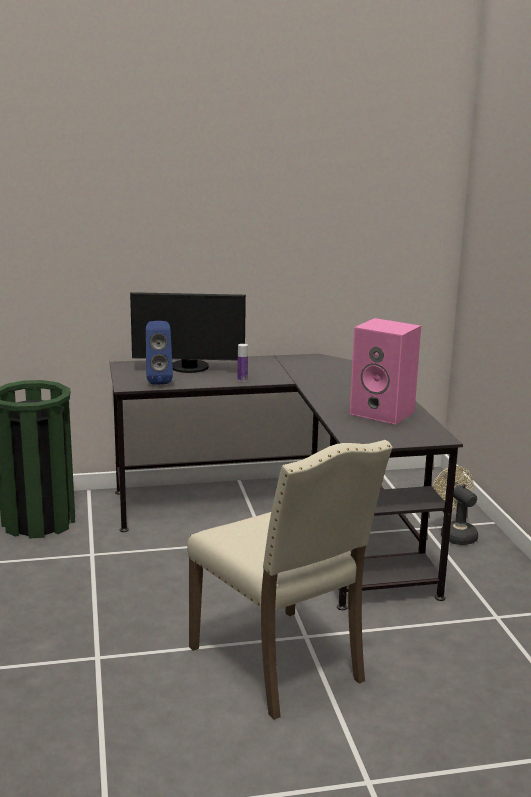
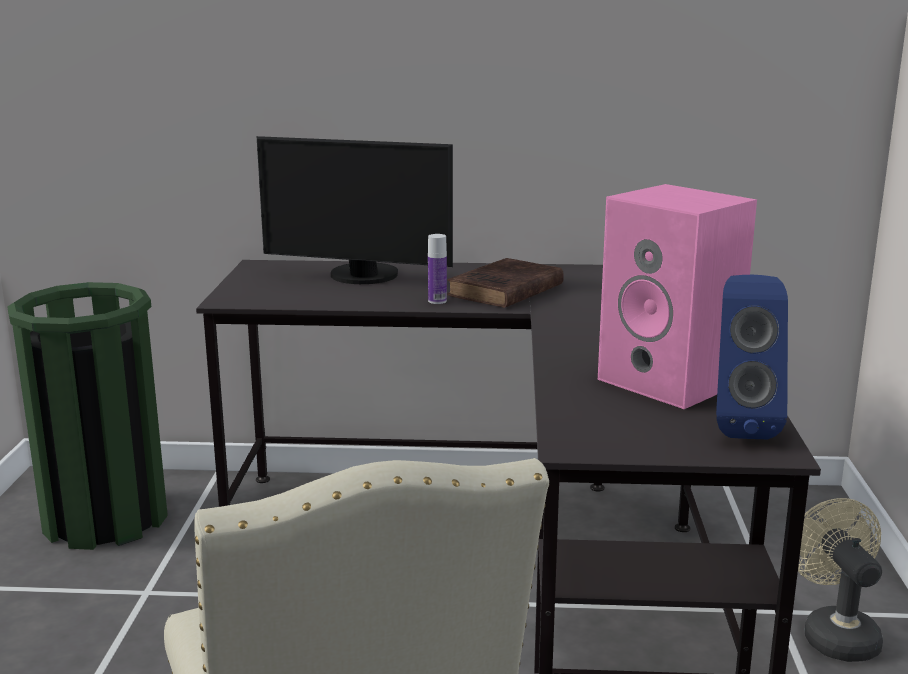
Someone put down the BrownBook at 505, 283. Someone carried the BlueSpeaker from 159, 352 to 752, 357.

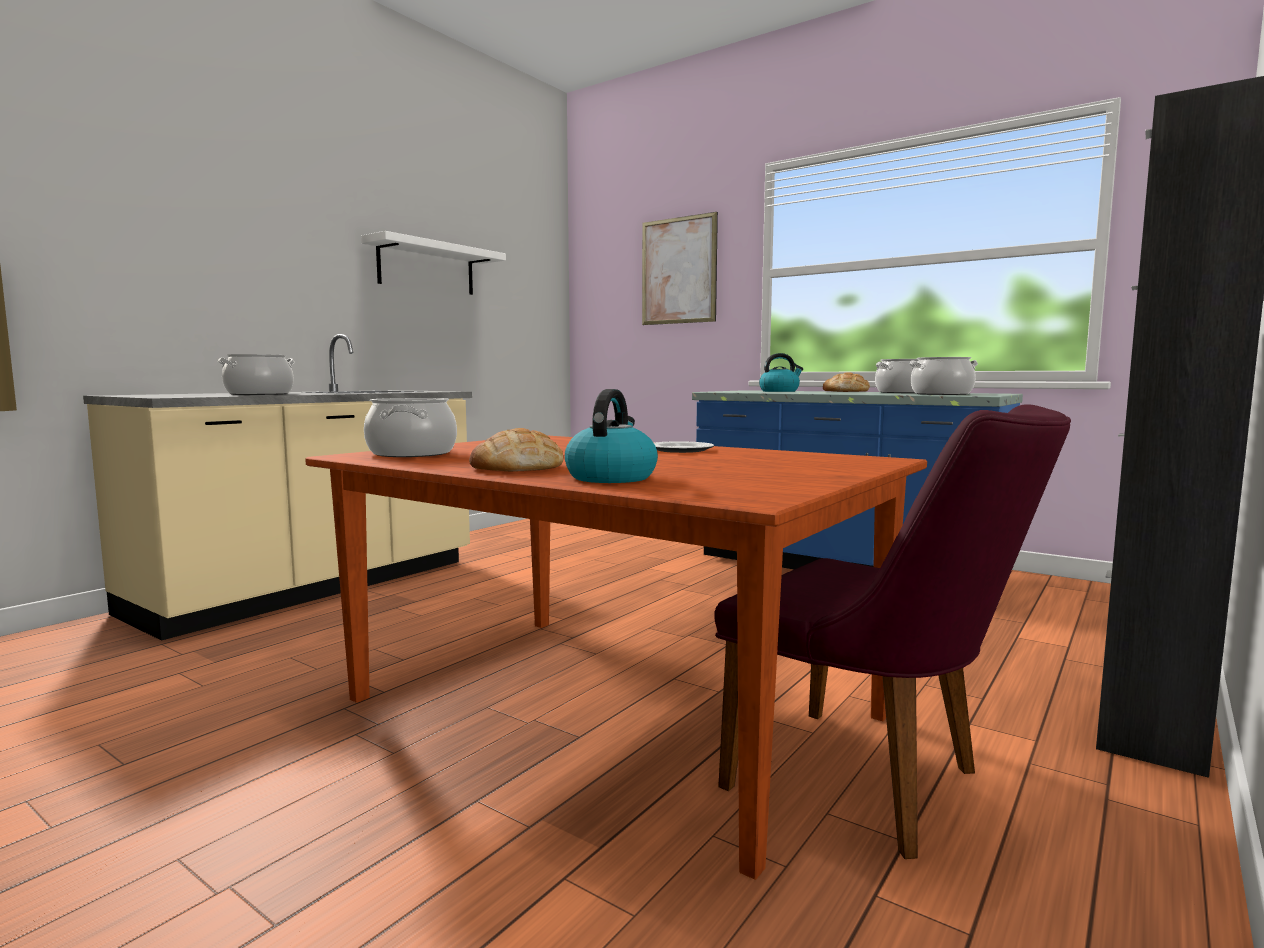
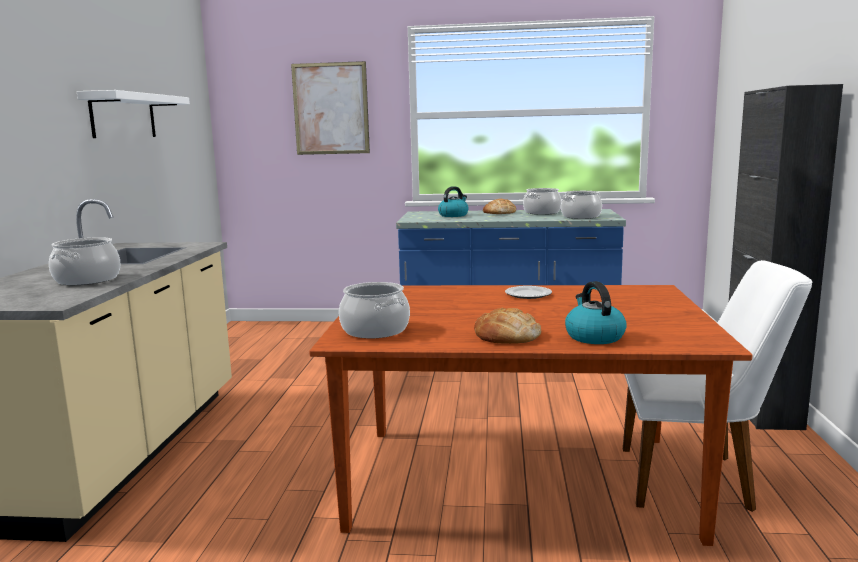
Someone repainted the PurpleChair at 892, 631, which became the WhiteChair at 717, 386.

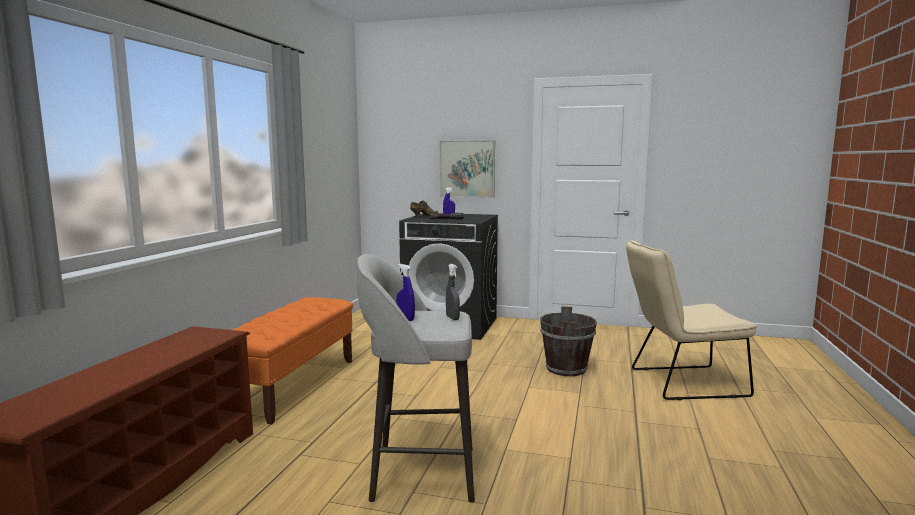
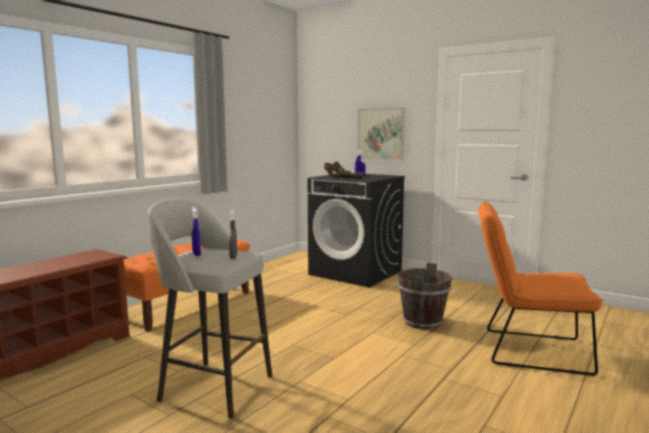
Someone repainted the BeigeChair at 691, 319, which became the OrangeChair at 540, 288.

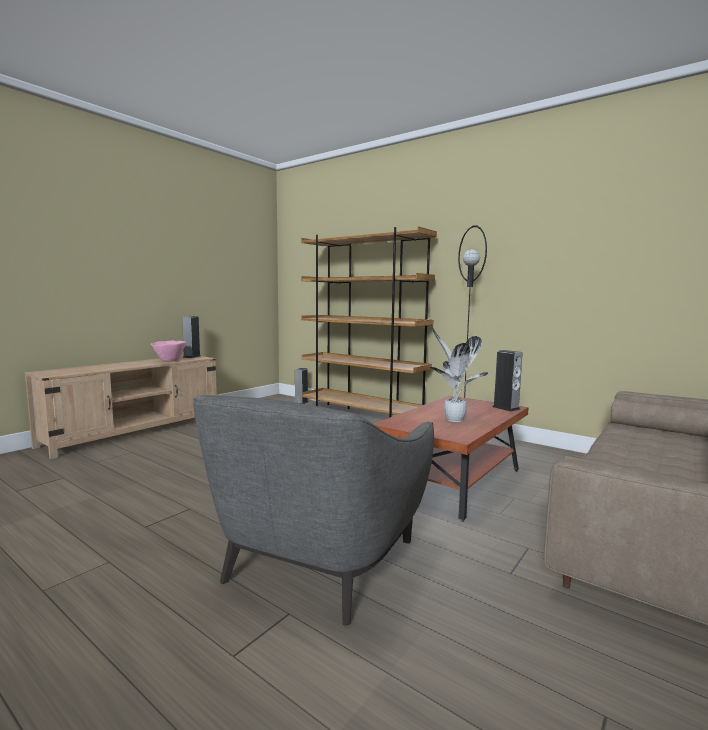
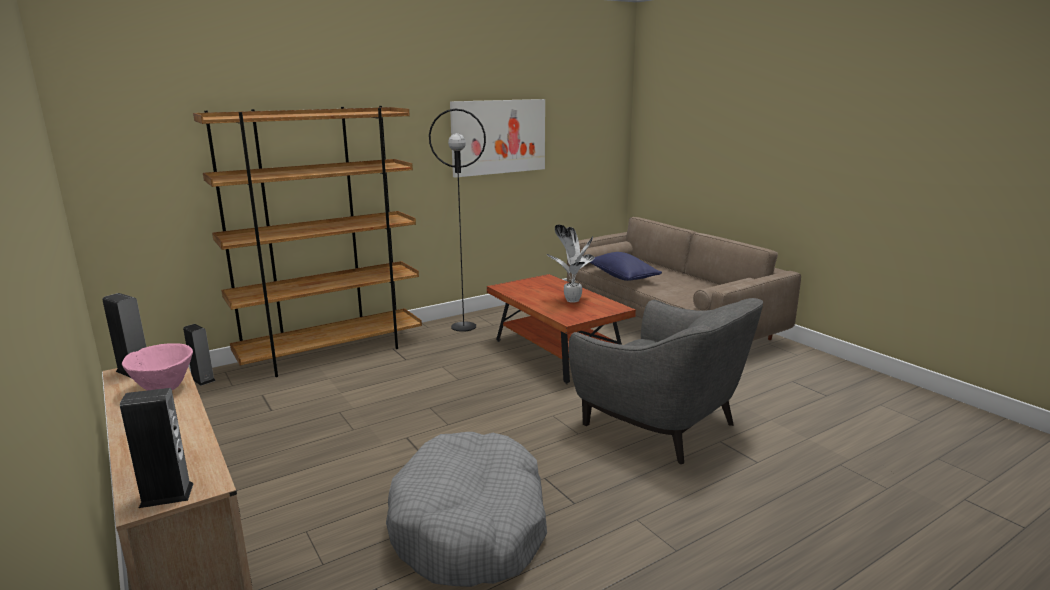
Someone carried the Speaker from 507, 381 to 157, 448. Someone put down the GreyDogBed at 466, 509. Someone put up the Picture at 497, 138. Someone put down the BluePillow at 625, 266.

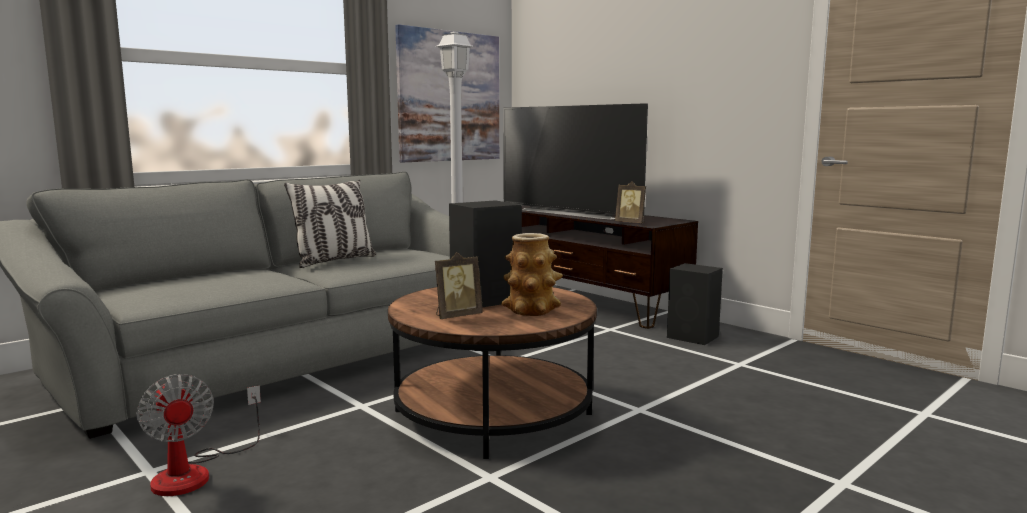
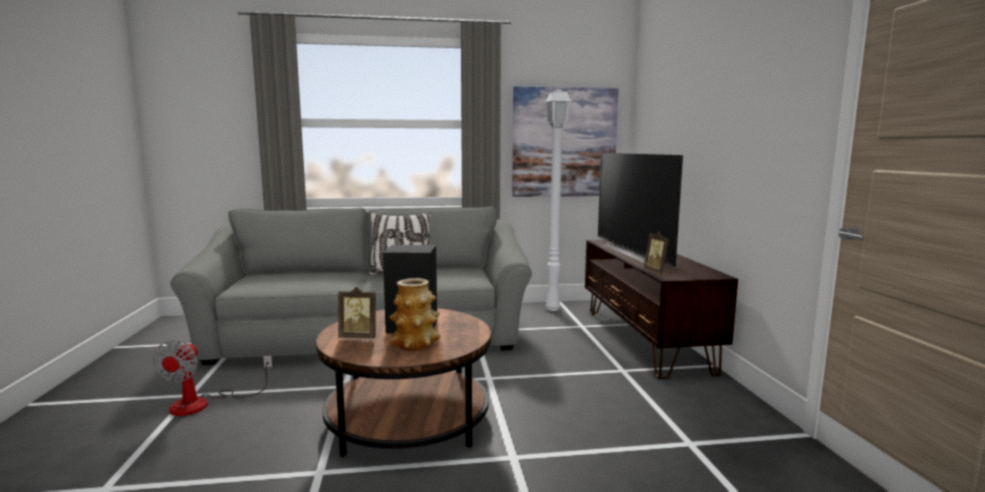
Someone took away the BlackSpeaker at 695, 304.

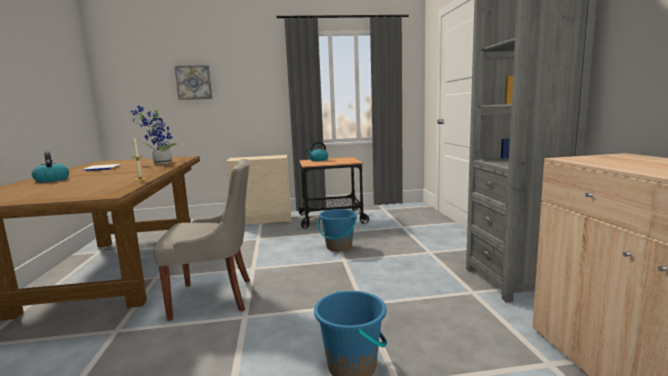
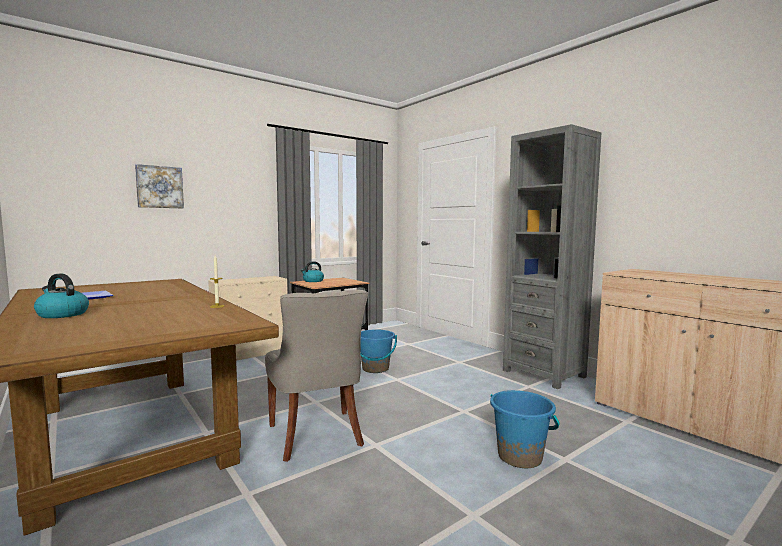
Someone rotated the GreyChair at 201, 240 by 105 degrees clockwise. Someone took away the PottedPlant at 154, 135.

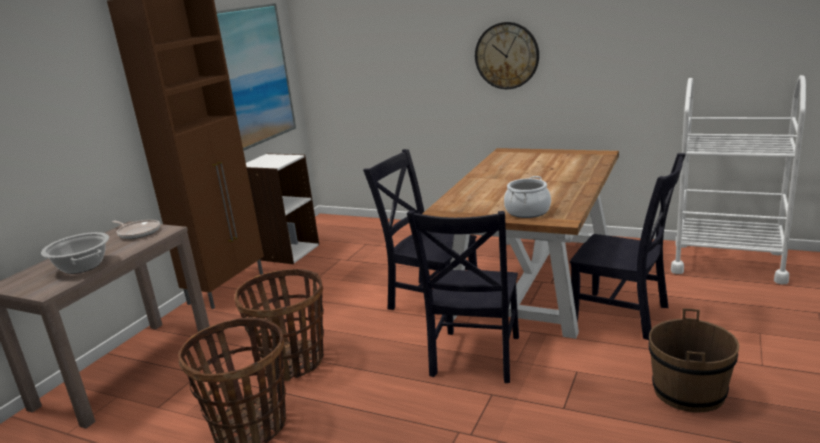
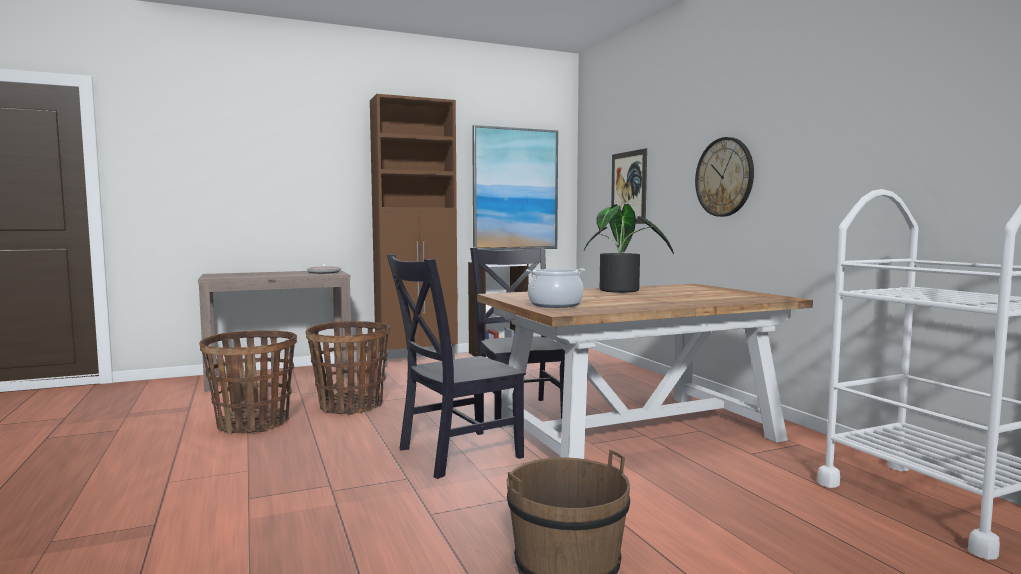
Someone put down the PottedPlant at 629, 248. Someone put up the Picture at 629, 186. Someone took away the CookingPot at 75, 253. Someone took away the BlackChair at 628, 246.

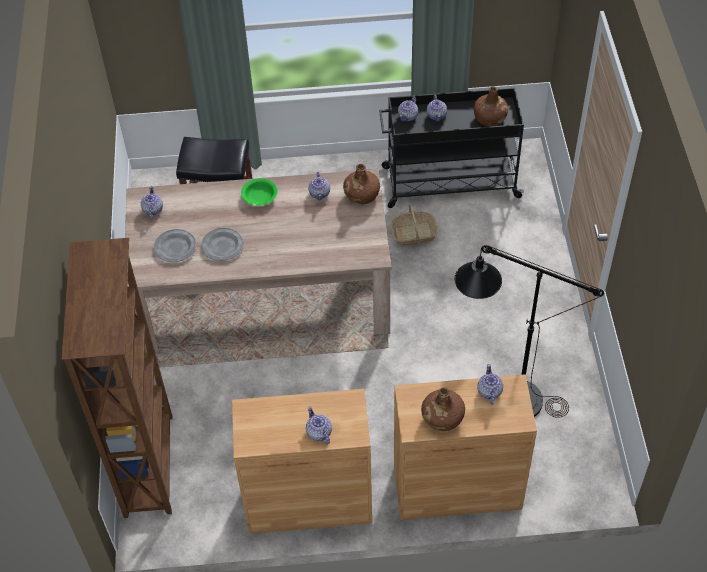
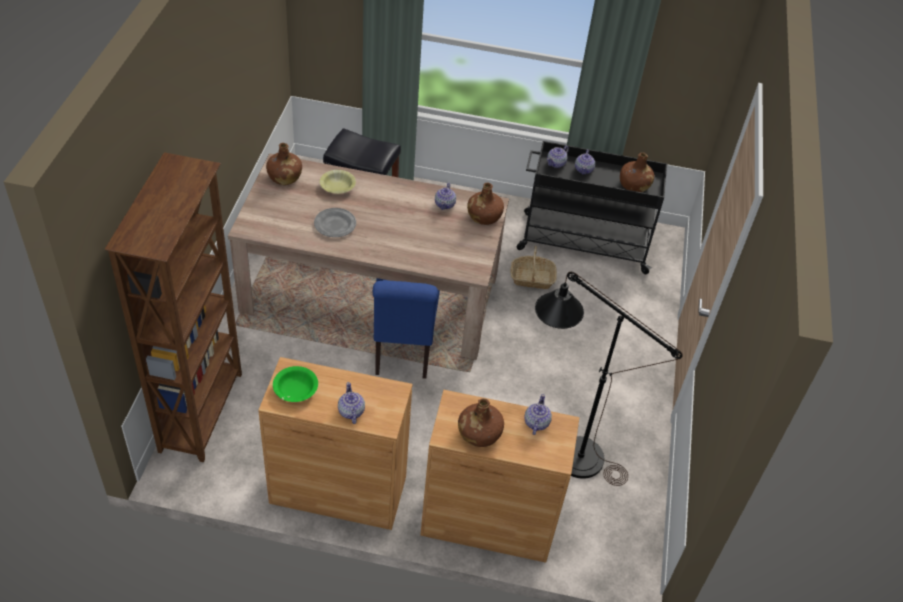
Someone swapped the Teapot at 152, 202 for the BrownBottle at 284, 164. Someone carried the GreenBowl from 259, 192 to 295, 384. Someone put down the YellowBowl at 338, 182. Someone put down the BlueChair at 406, 328. Someone took away the GreyPlate at 175, 245.

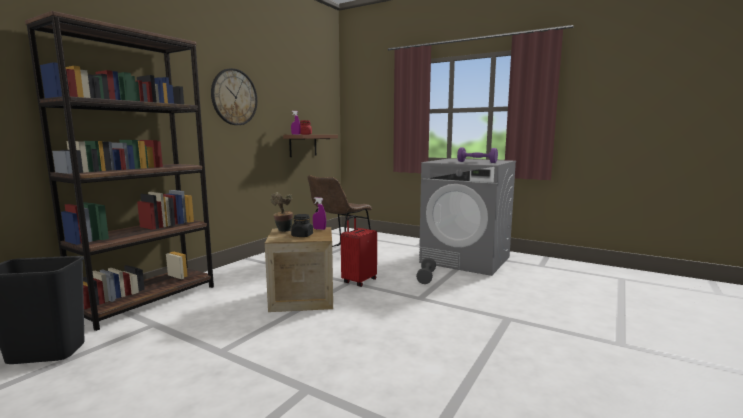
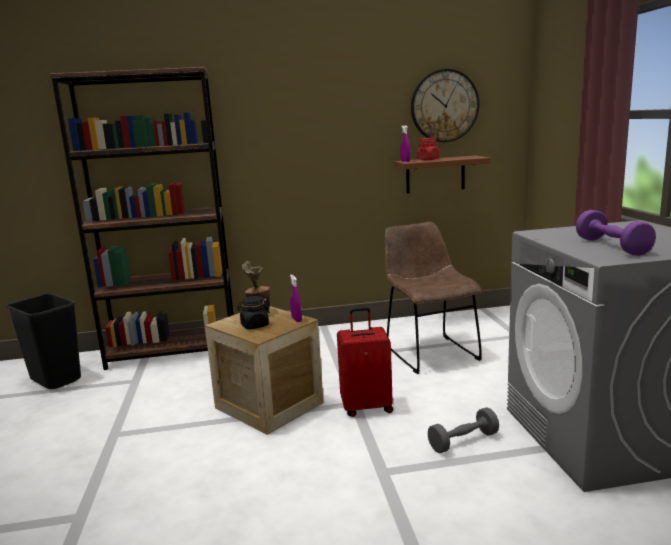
Someone rotated the BrownChair at 340, 211 by 75 degrees clockwise. Someone carried the WallClock from 234, 96 to 445, 105.

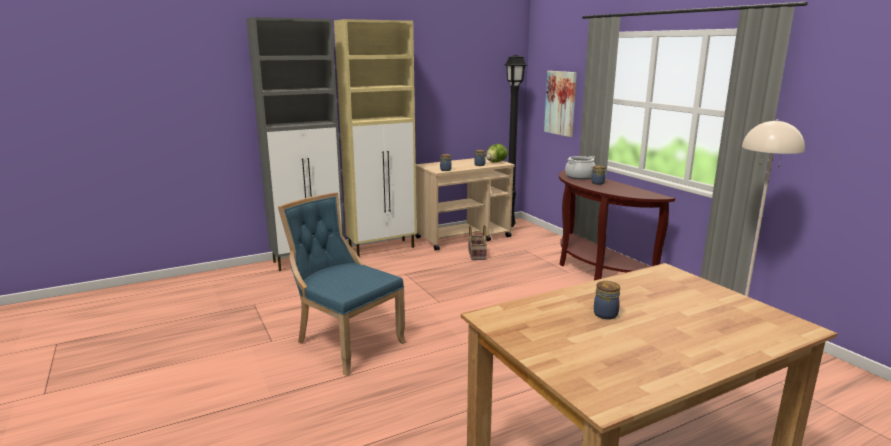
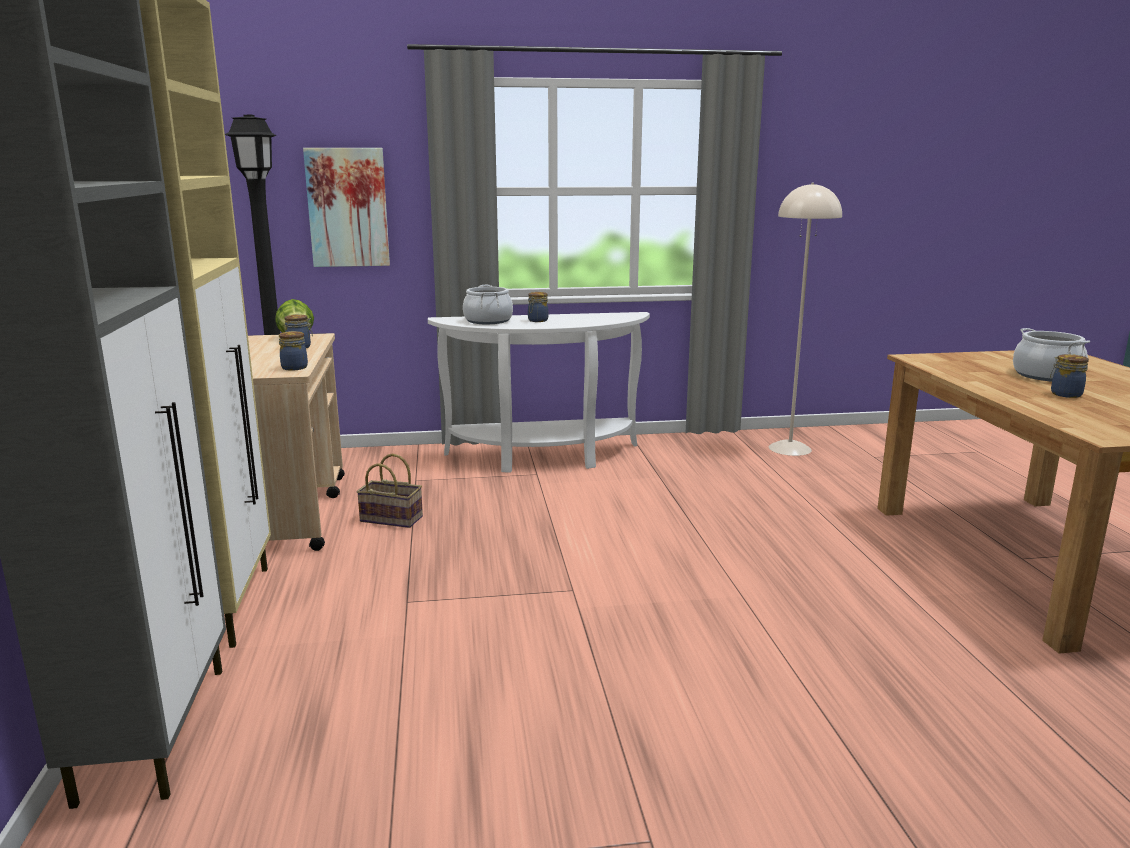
Someone repainted the BrownConsoleTable at 617, 225, which became the WhiteConsoleTable at 539, 392. Someone put down the CookingPot at 1051, 355. Someone took away the BlueChair at 342, 284.

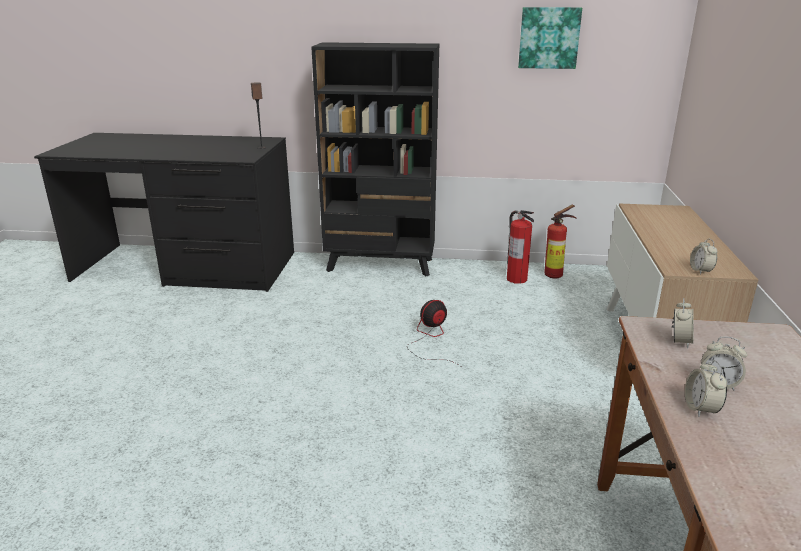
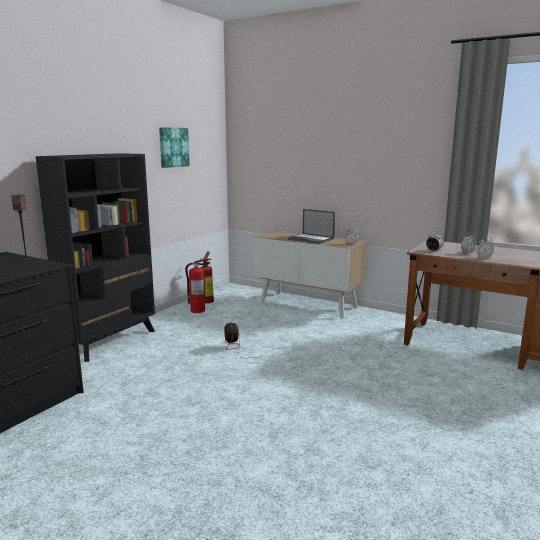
Someone put down the Laptop at 311, 226.

